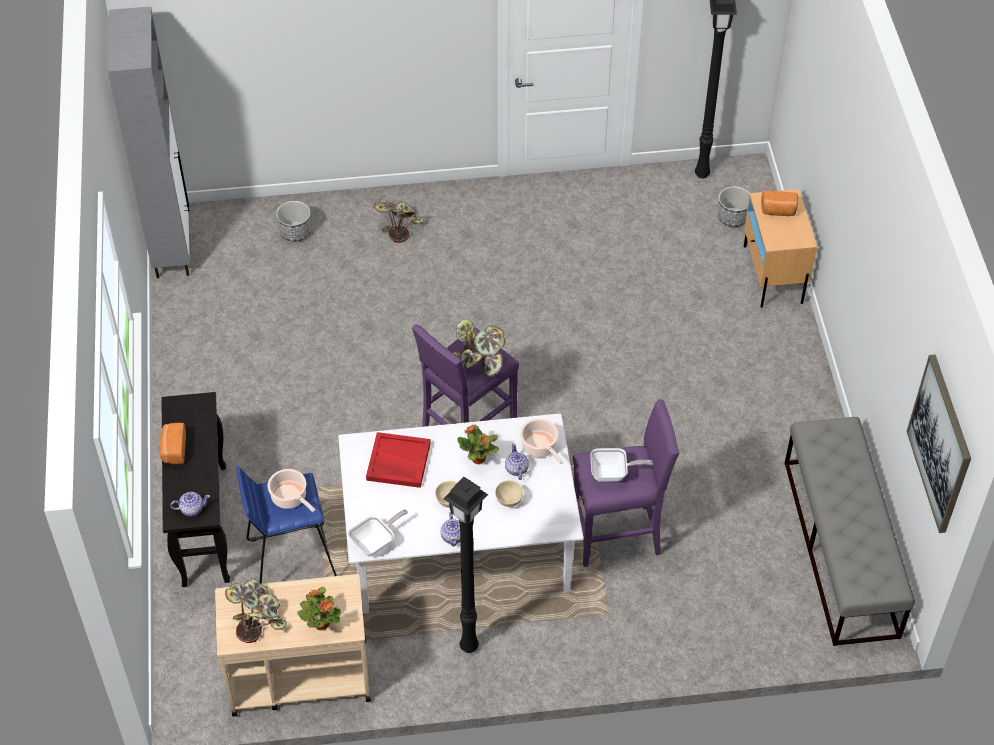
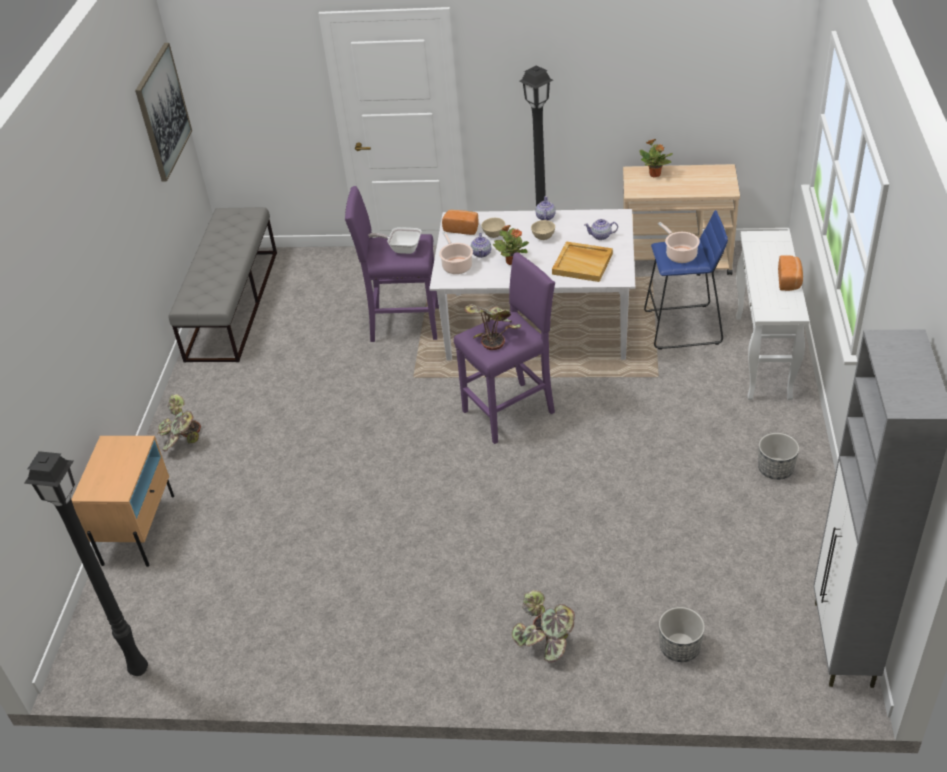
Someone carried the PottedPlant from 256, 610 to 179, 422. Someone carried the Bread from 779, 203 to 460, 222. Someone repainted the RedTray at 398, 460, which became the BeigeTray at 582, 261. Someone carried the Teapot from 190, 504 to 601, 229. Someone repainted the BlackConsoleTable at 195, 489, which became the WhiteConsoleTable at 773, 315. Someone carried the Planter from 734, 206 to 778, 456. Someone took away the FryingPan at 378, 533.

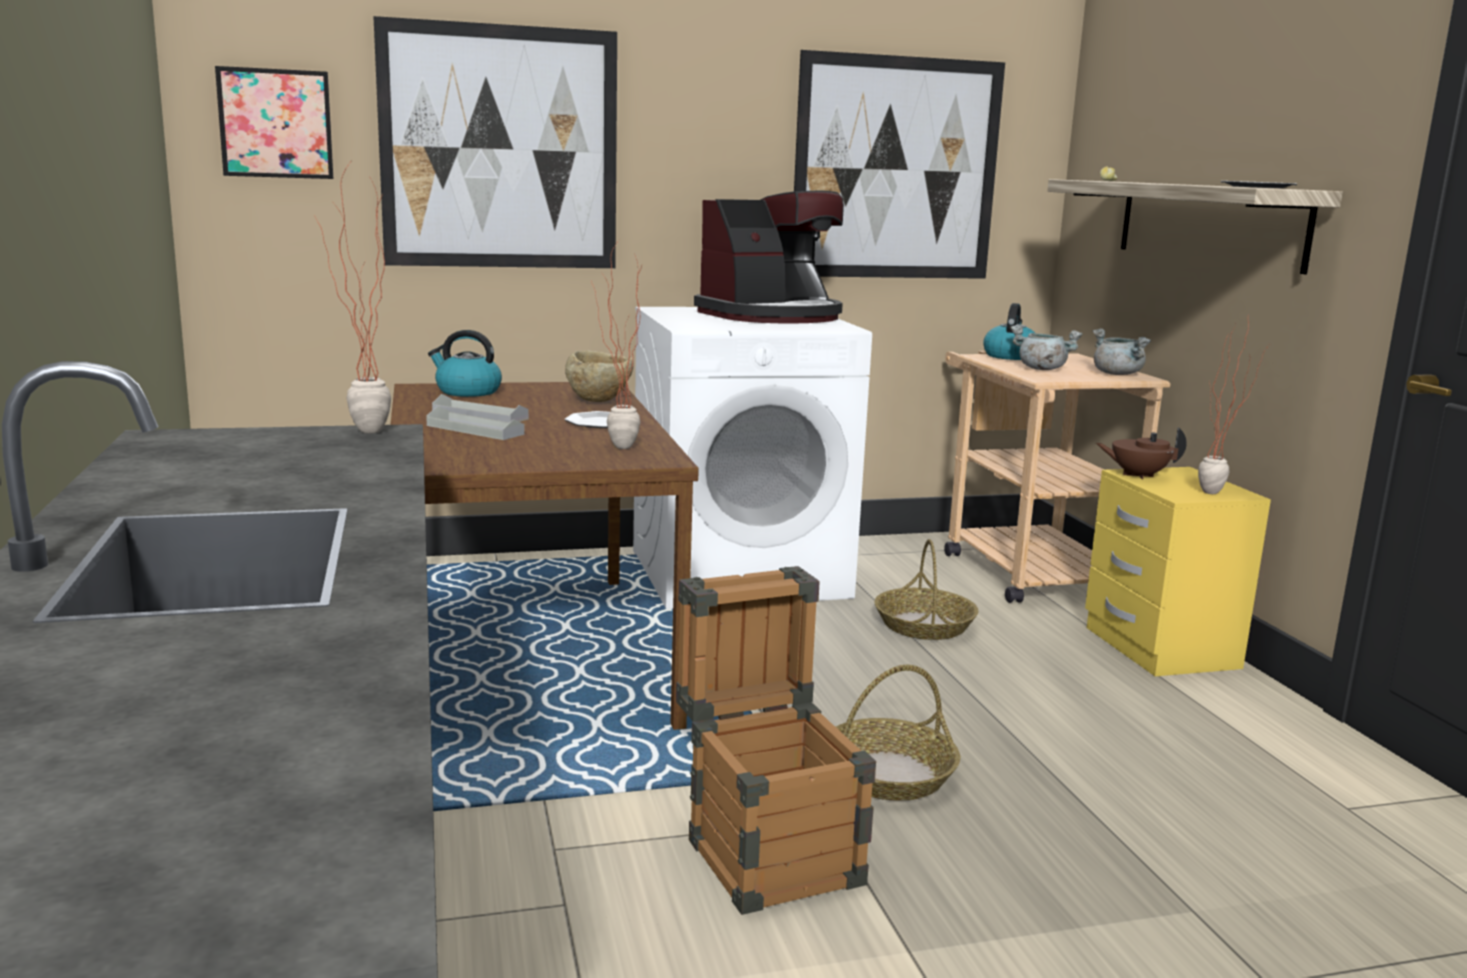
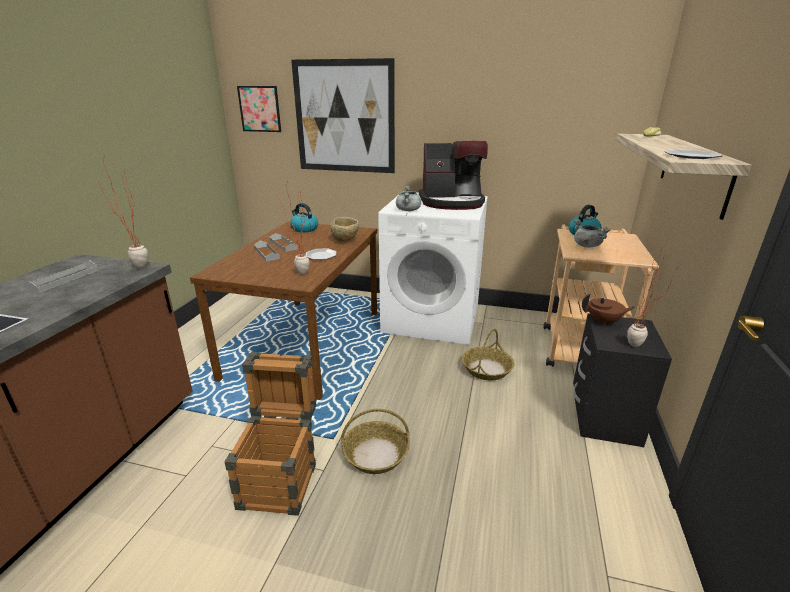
Someone put down the GreyTray at 61, 276. Someone carried the GreyCookingPot from 1121, 351 to 408, 198. Someone repainted the YellowNightstand at 1178, 571, which became the BlackNightstand at 622, 380. Someone rotated the BrownTeapot at 1141, 453 by 150 degrees clockwise. Someone took away the Picture at 899, 164.

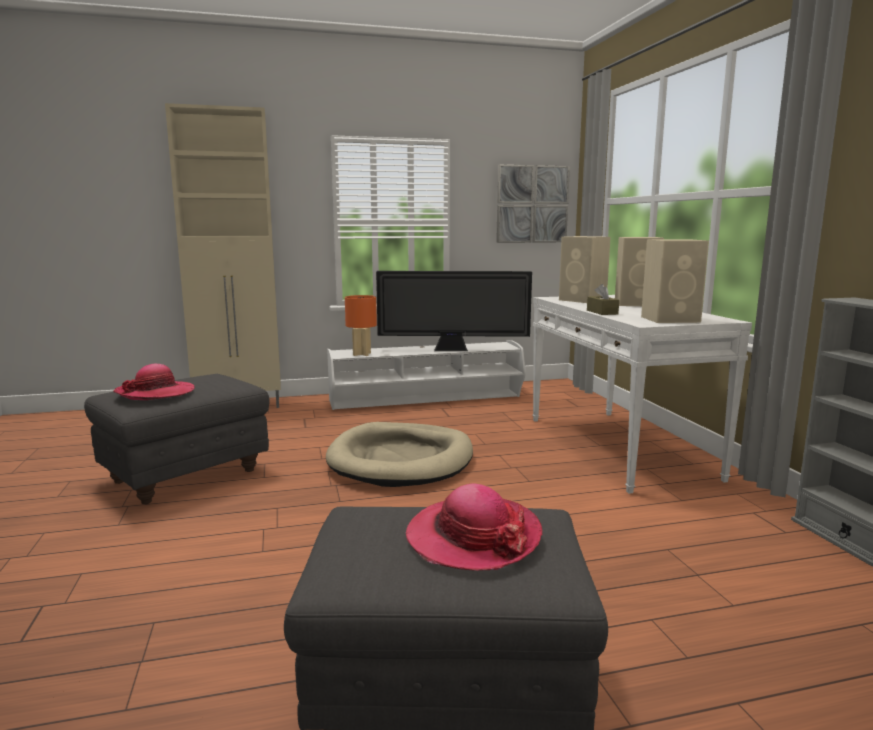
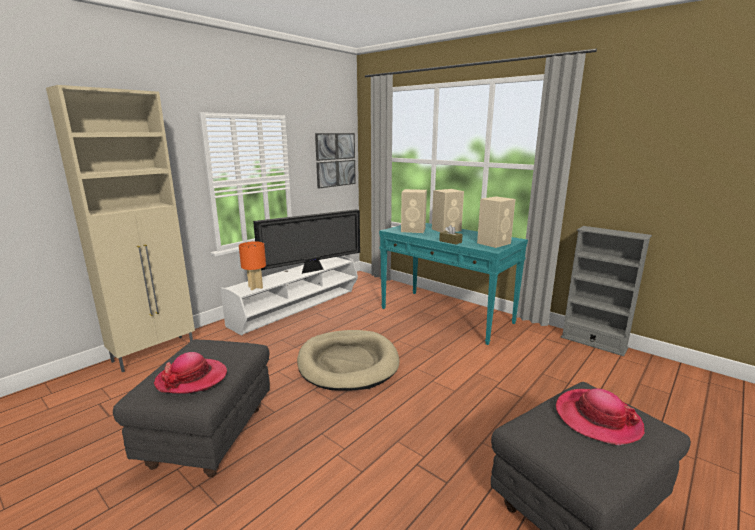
Someone repainted the WhiteConsoleTable at 642, 394, which became the TurquoiseConsoleTable at 453, 284.

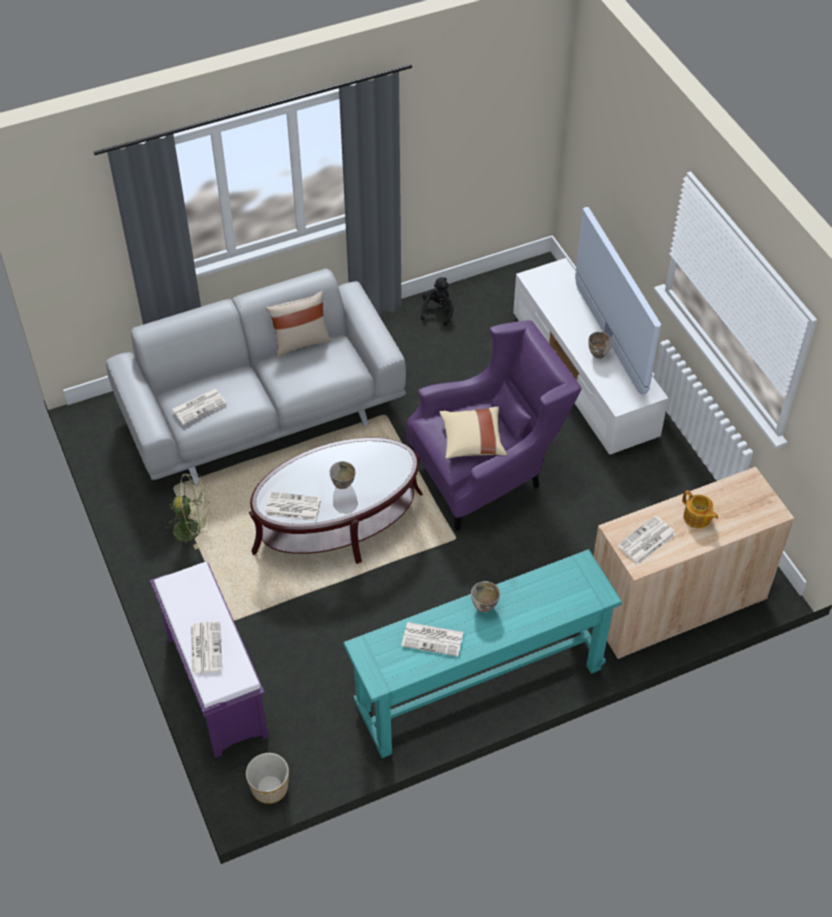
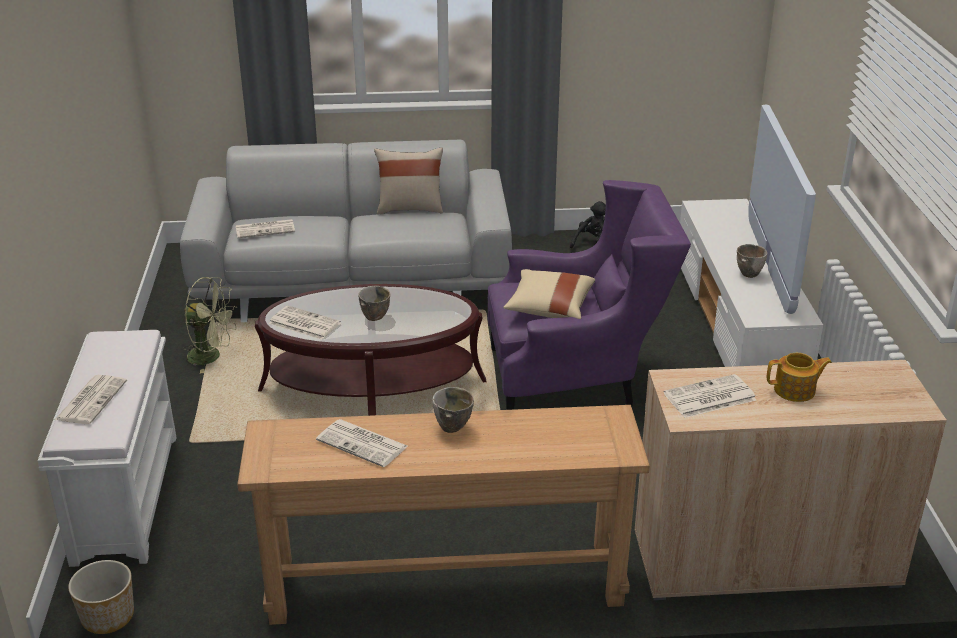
Someone repainted the PurpleBench at 209, 660, which became the WhiteBench at 107, 448. Someone repainted the TurquoiseConsoleTable at 482, 653, which became the BrownConsoleTable at 443, 515. Someone rotated the Teapot at 700, 509 by 75 degrees counterclockwise.

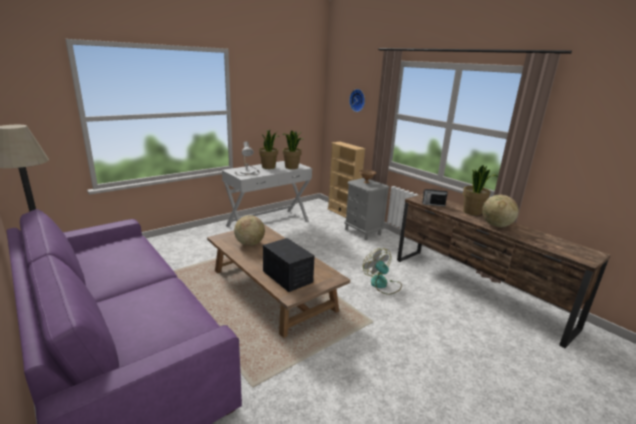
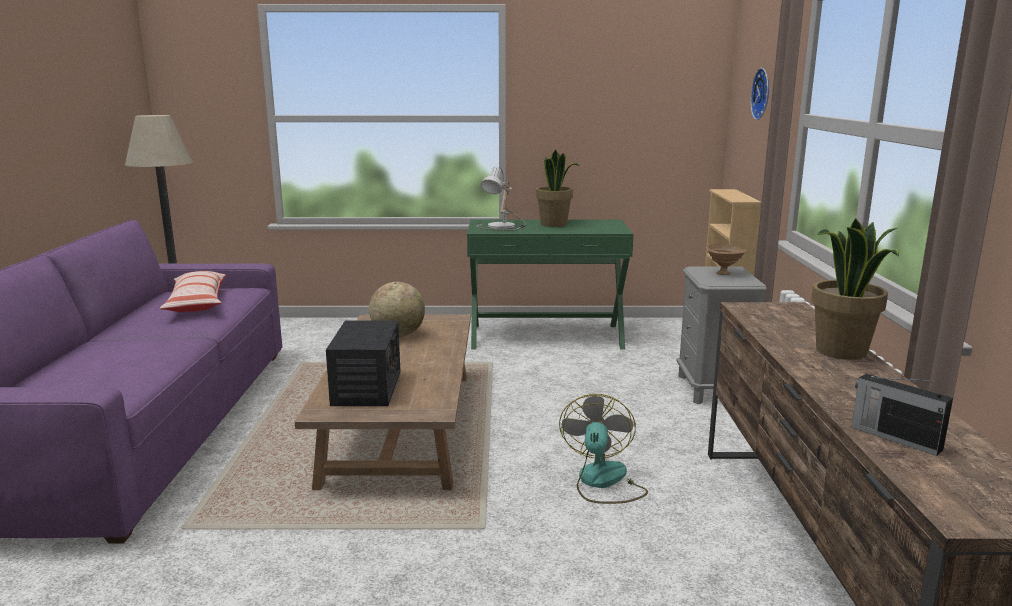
Someone put down the Pillow at 193, 291. Someone repainted the WhiteConsoleTable at 267, 194, which became the GreenConsoleTable at 550, 284. Someone carried the Radio from 435, 197 to 902, 415. Someone took away the PottedPlant at 293, 149. Someone took away the Globe at 500, 211.

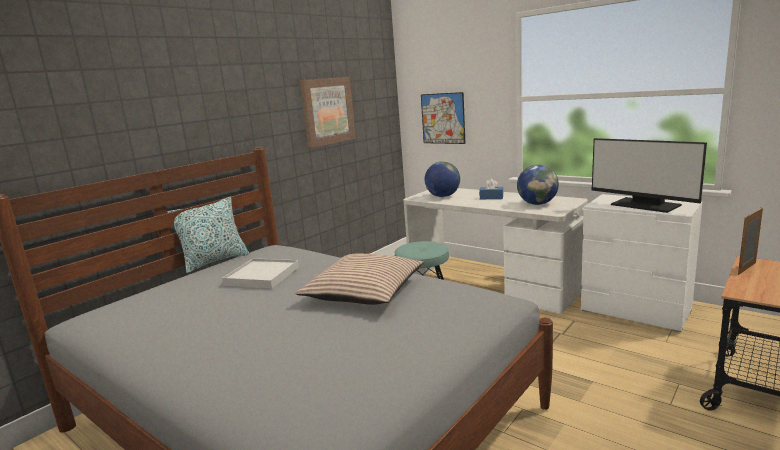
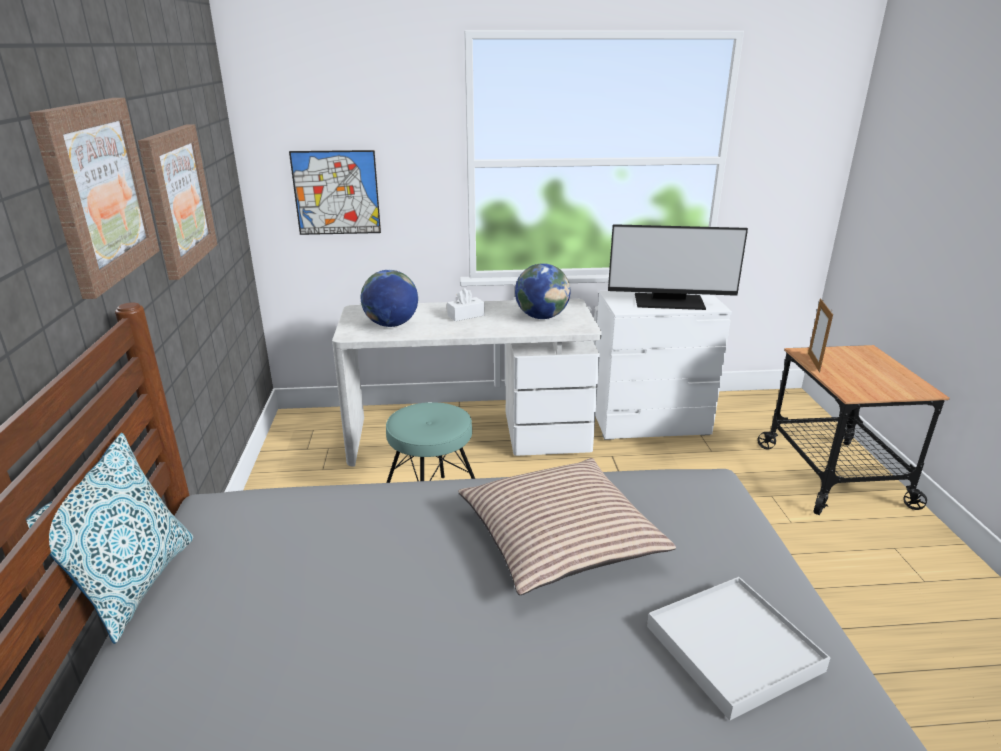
Someone put up the Picture at 94, 198. Someone repainted the BlueTissueBox at 491, 189, which became the WhiteTissueBox at 465, 304. Someone carried the WhiteTray from 260, 273 to 738, 648.

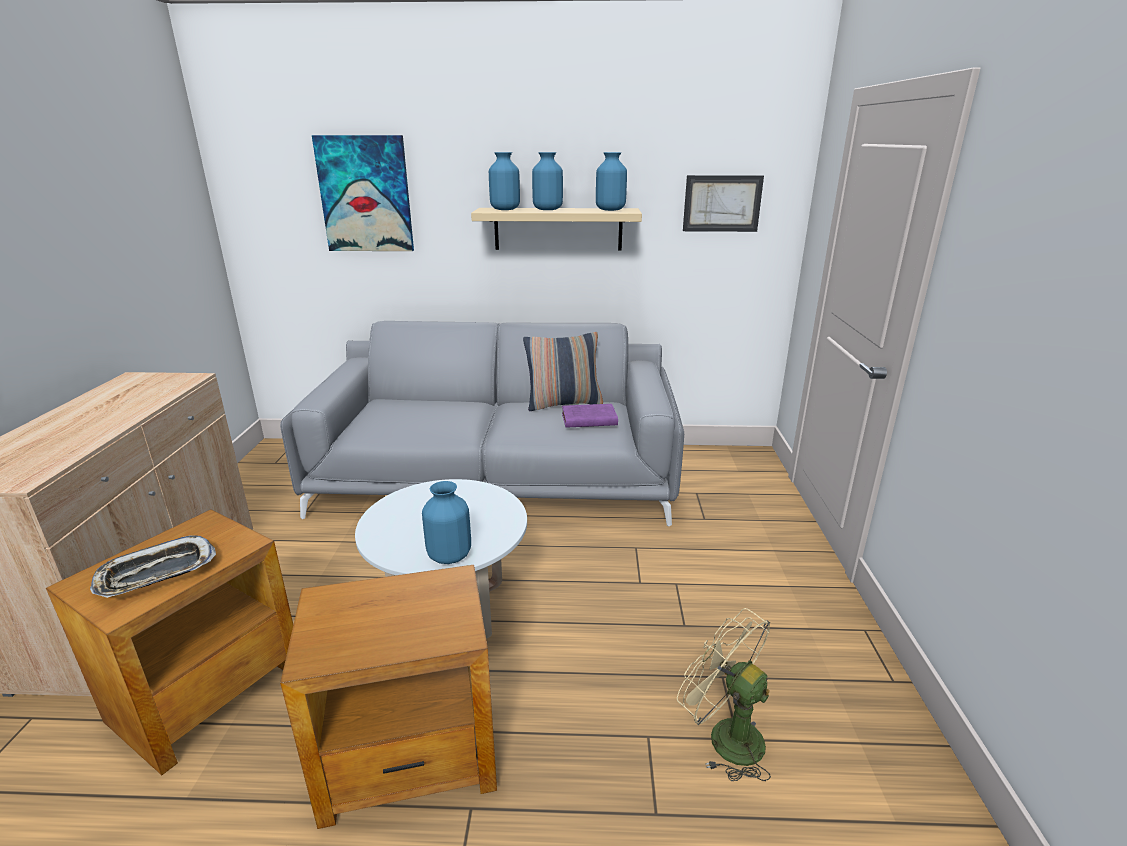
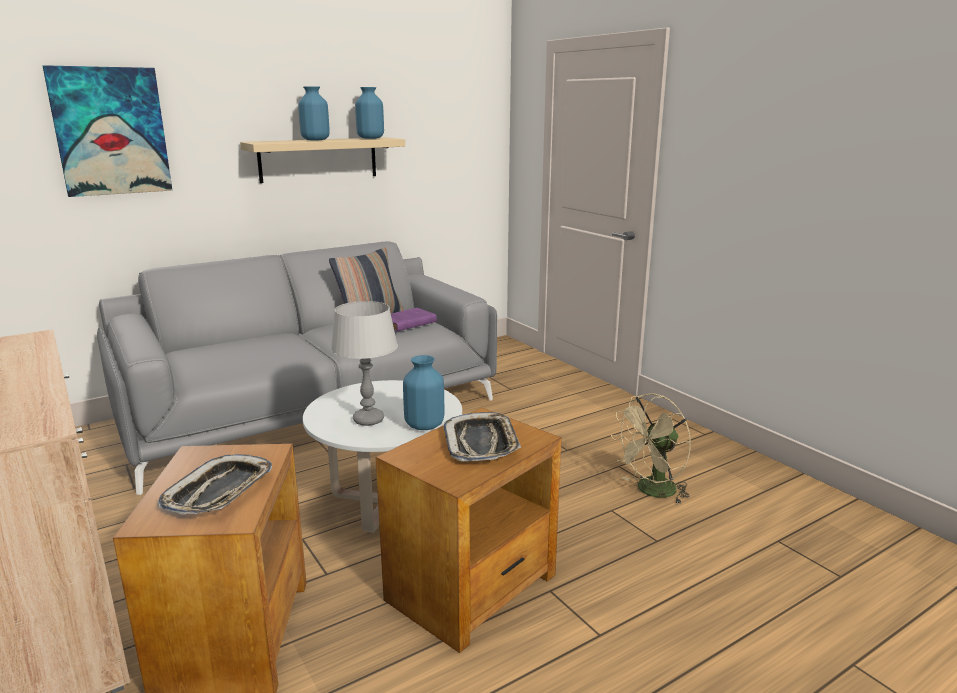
Someone put down the GreyTableLamp at 364, 363. Someone put down the Tray at 482, 436. Someone rotated the BeigeFan at 724, 694 by 45 degrees counterclockwise. Someone took away the BlueVase at 504, 181. Someone took away the Picture at 723, 203.

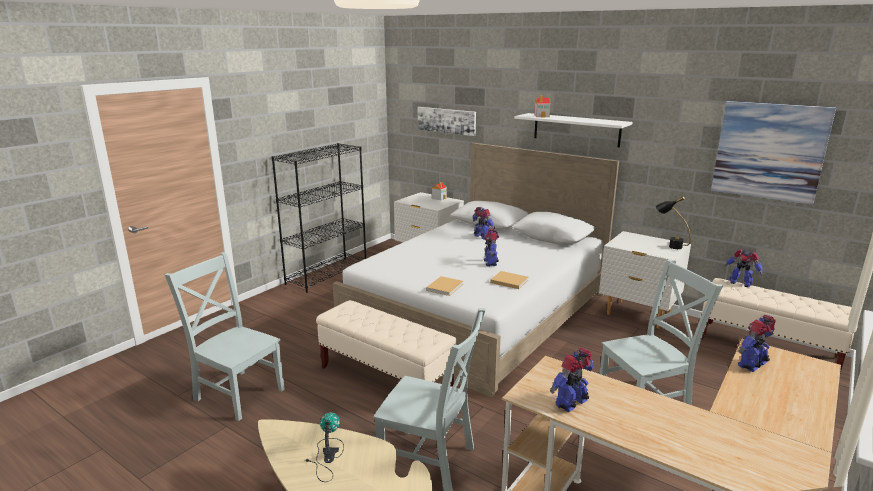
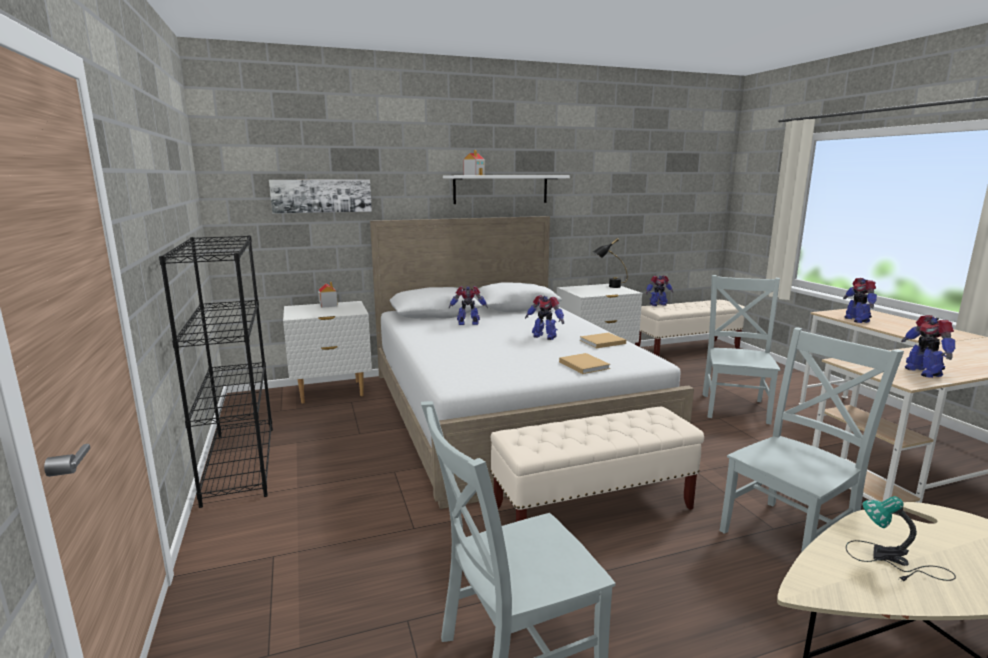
Someone took away the Picture at 773, 153.

